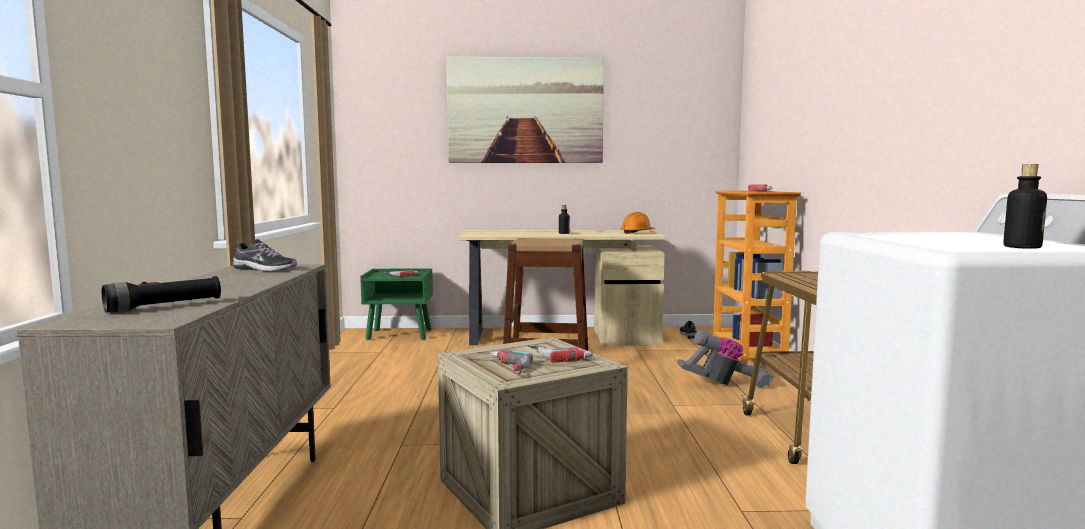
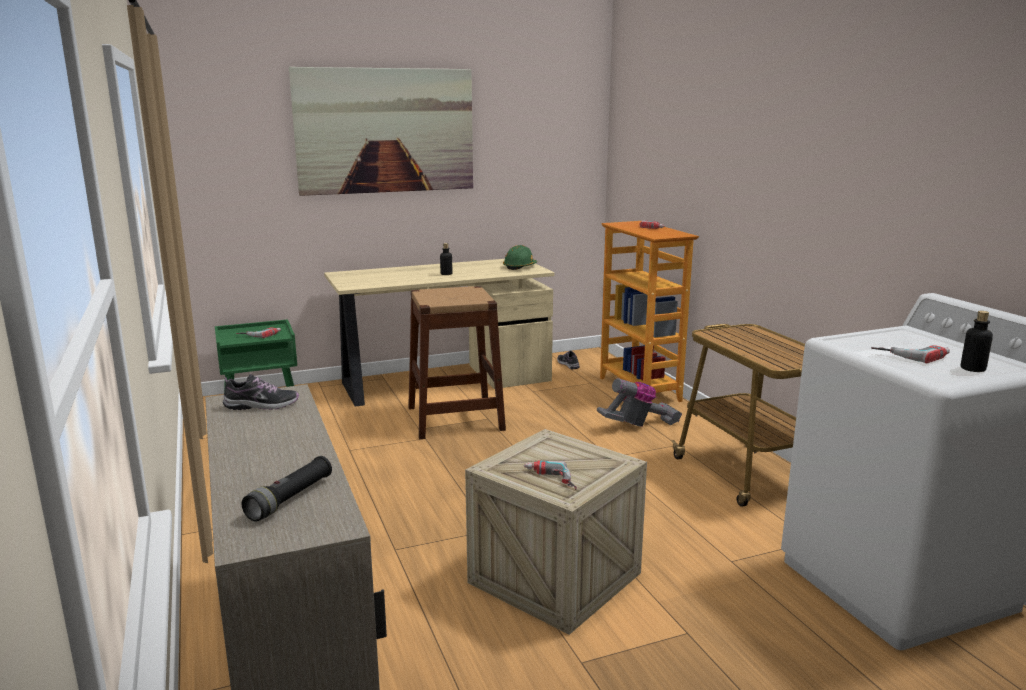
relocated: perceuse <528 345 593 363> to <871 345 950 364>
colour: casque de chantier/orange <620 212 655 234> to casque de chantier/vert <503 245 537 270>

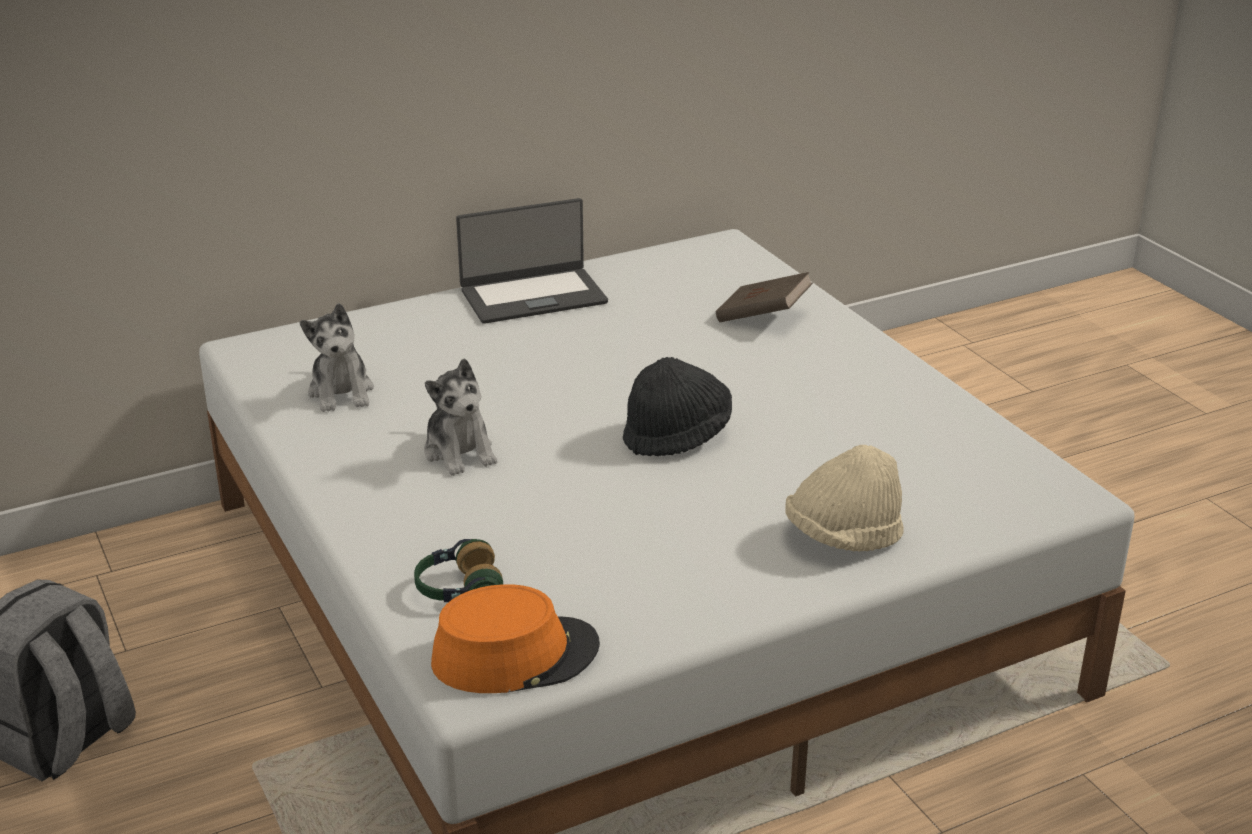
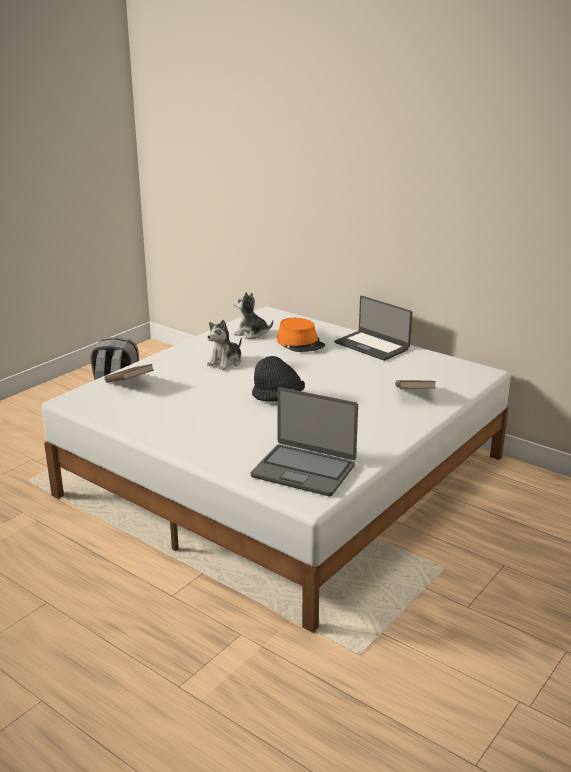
missing: chapeau/beige <785 445 904 552>
appeared: ordinateur portable <250 387 358 496>
relocated: chapeau/orange <431 584 600 693> to <277 318 325 352>
exchanged: casque audio <414 539 503 602> to livre/marron <105 364 154 383>
spun: peluche <300 303 374 412> = <233 292 273 339> 60 degrees clockwise

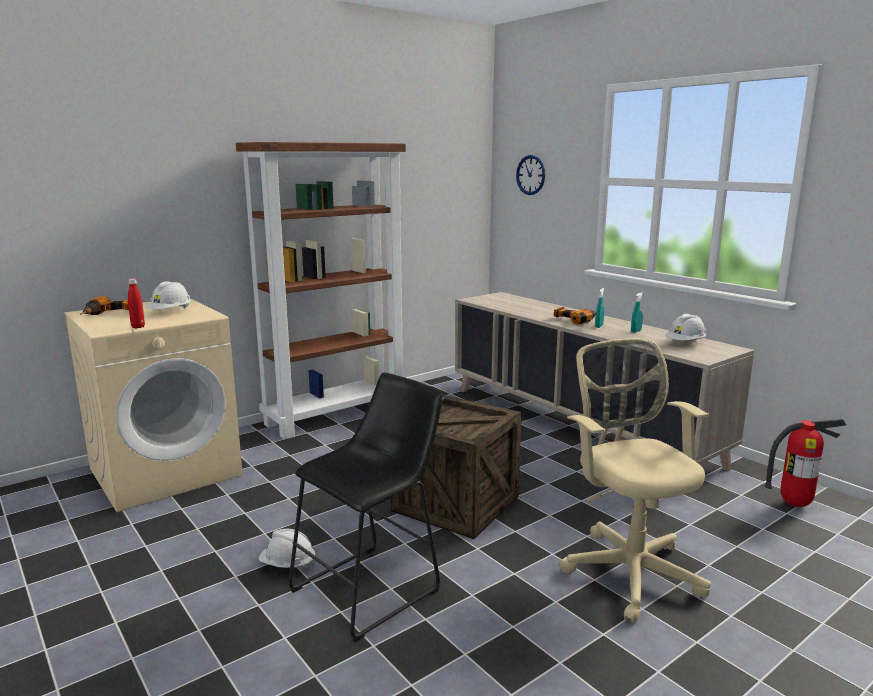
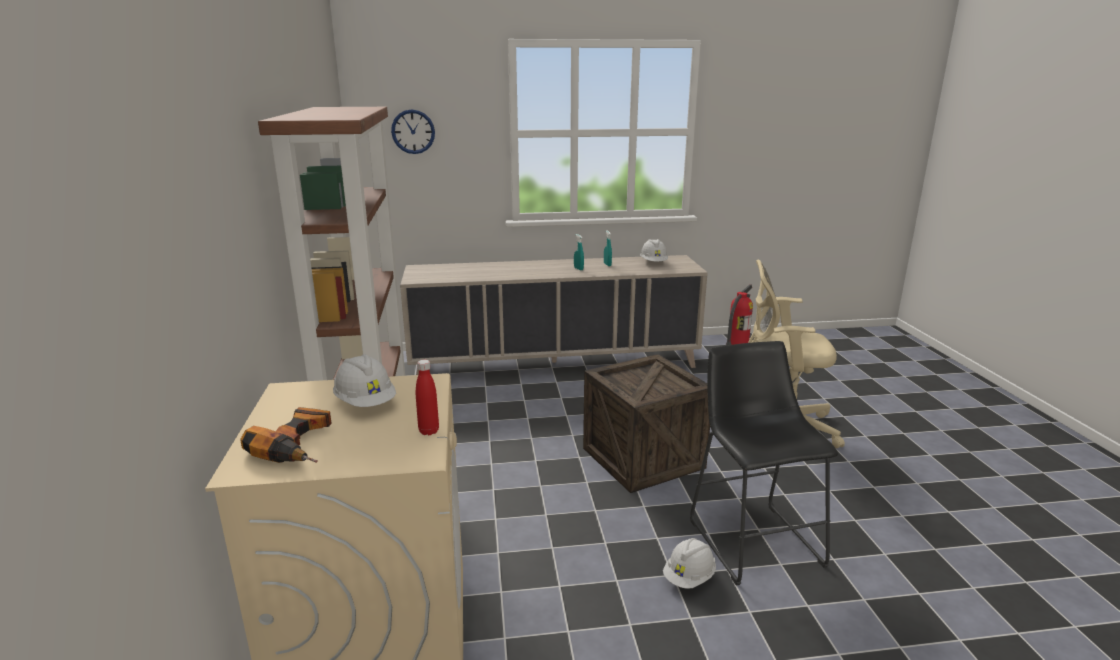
missing: perceuse <554 307 596 324>

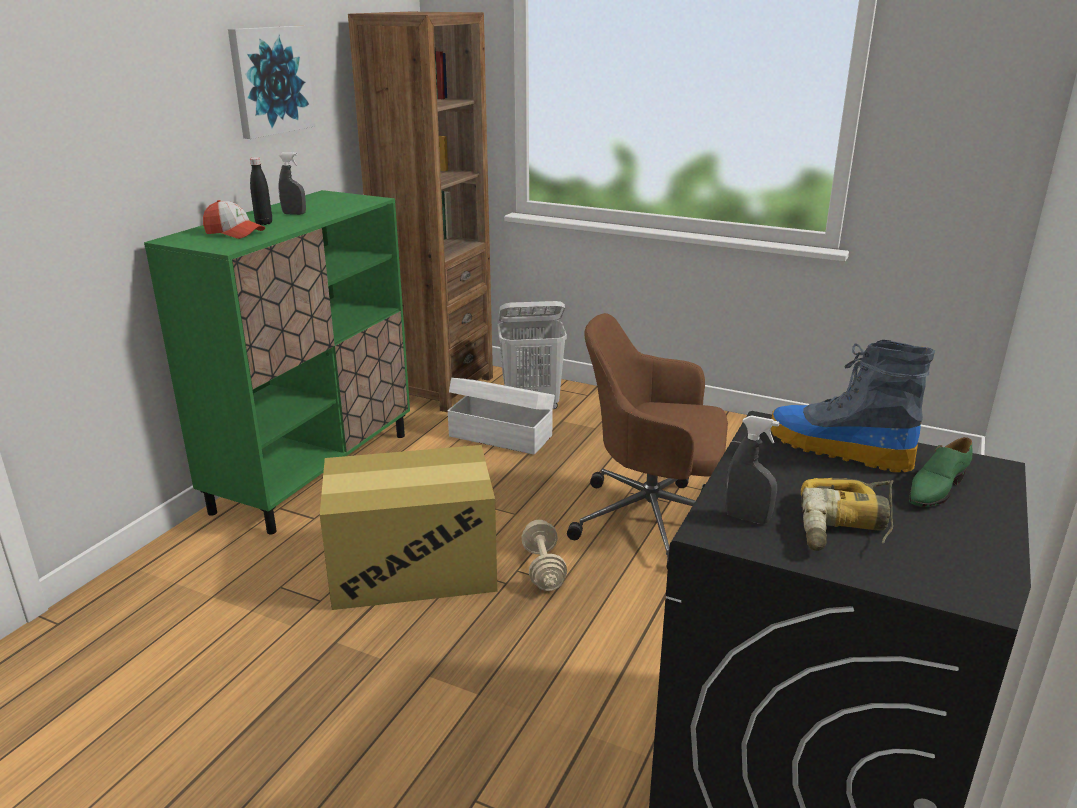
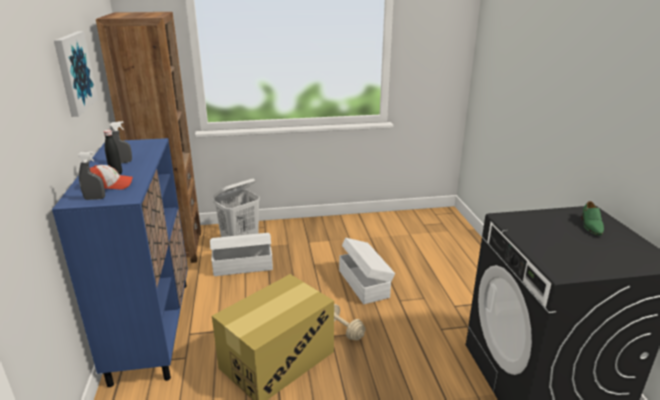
missing: botte <771 340 935 472>; perceuse <801 478 893 551>
relocated: vaporisateur/gris <725 415 780 524> to <77 151 105 200>
exchanged: chaise de bureau/marron <567 313 728 570> to boîte de rangement/blanc <339 238 395 304>
colour: meuble de rangement/vert <144 190 410 534> to meuble de rangement/bleu <52 138 188 387>

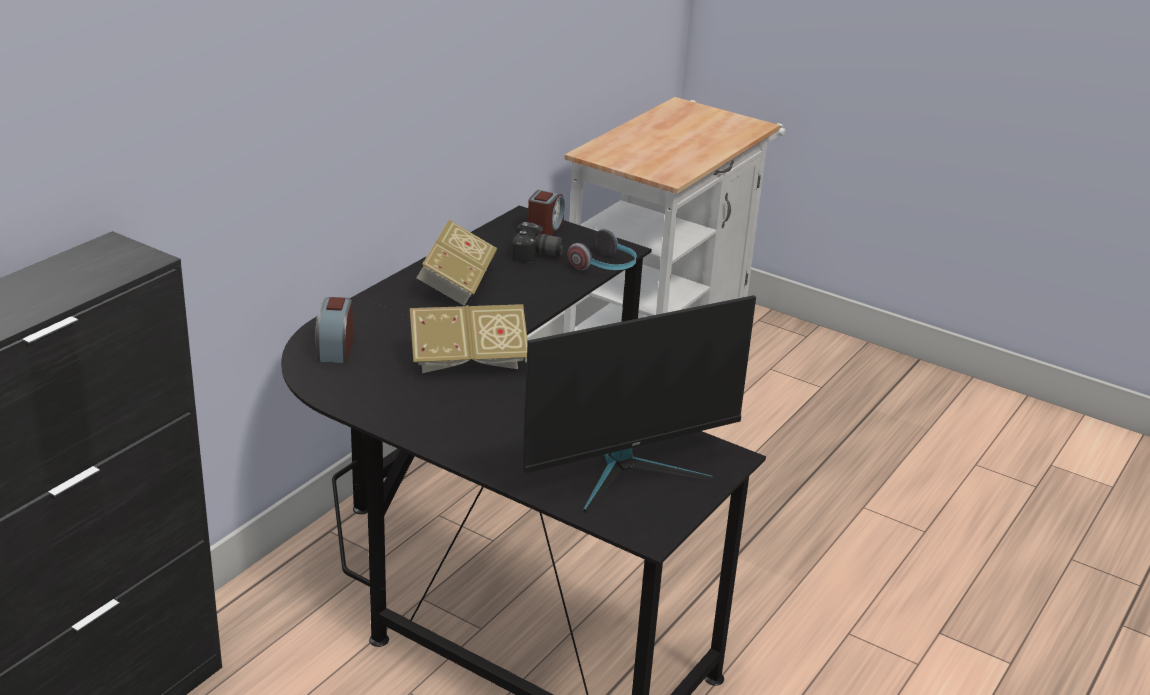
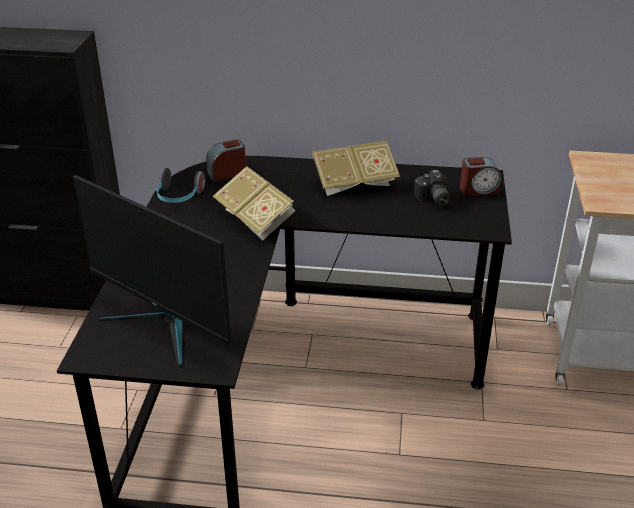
relocated: casque audio <568 229 637 270> to <157 168 205 203>

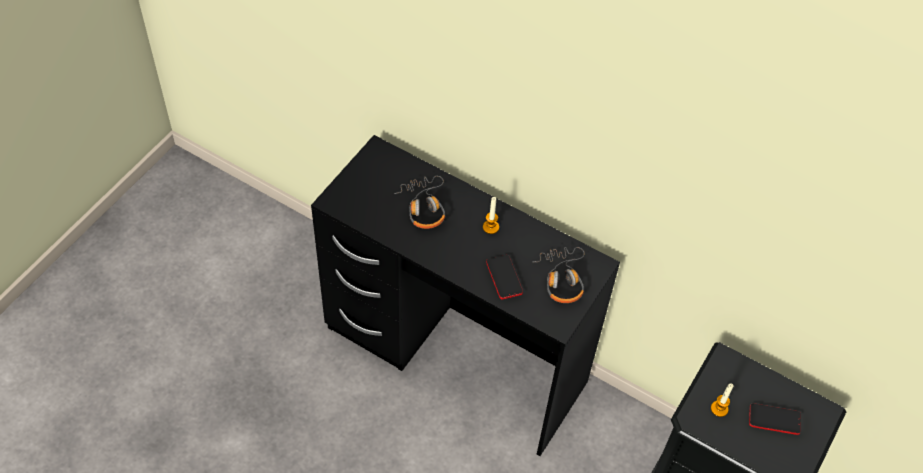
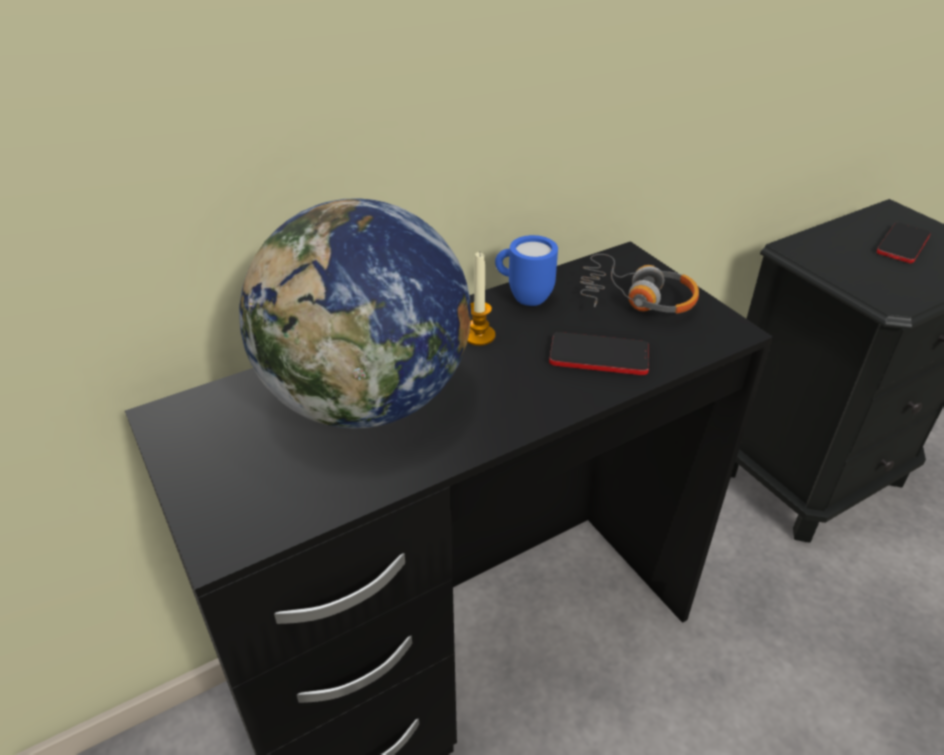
missing: bougie <711 383 734 417>
appeared: mug/bleu <495 235 558 306>
exchanged: casque audio <394 176 445 229> to globe <239 198 471 429>

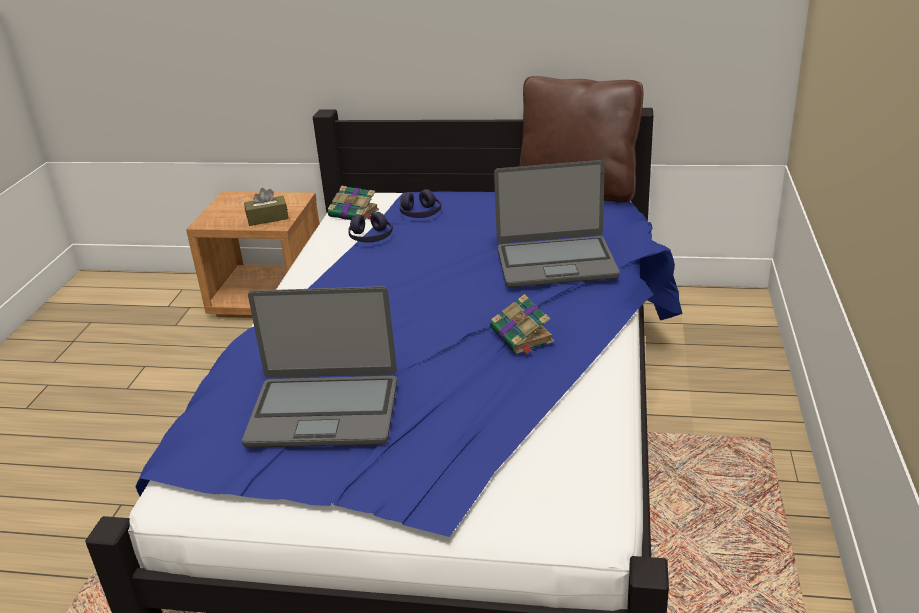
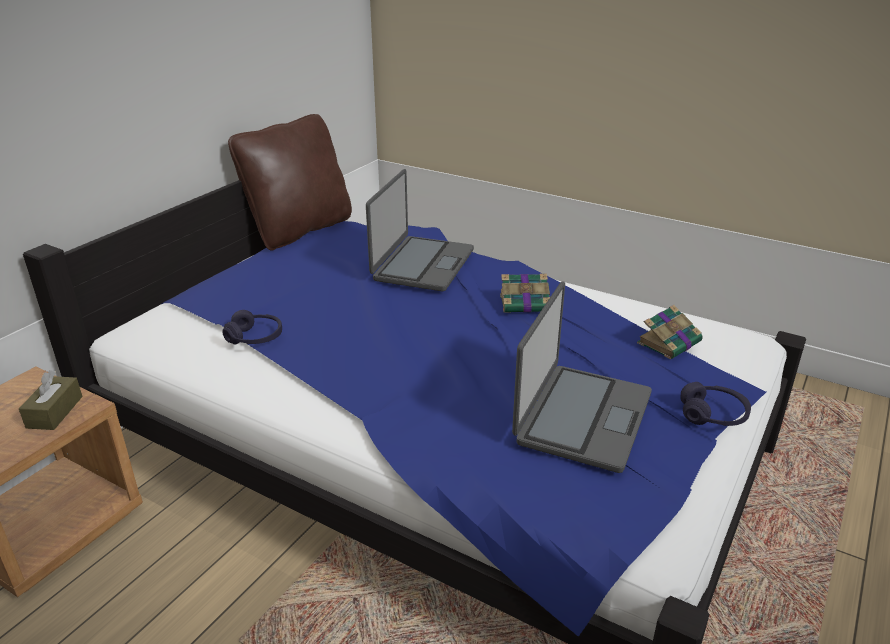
relocated: livre <328 186 379 220> to <637 305 703 359>; casque audio/violet <399 189 442 218> to <680 382 751 426>

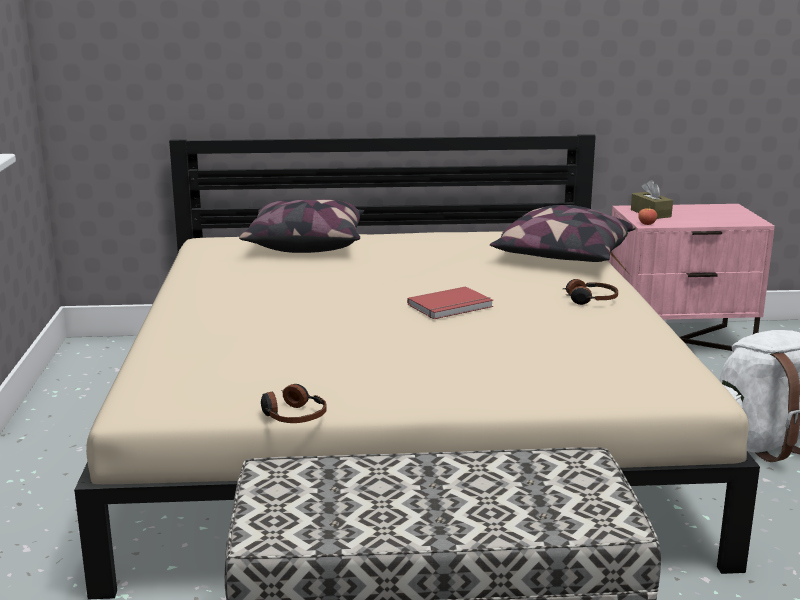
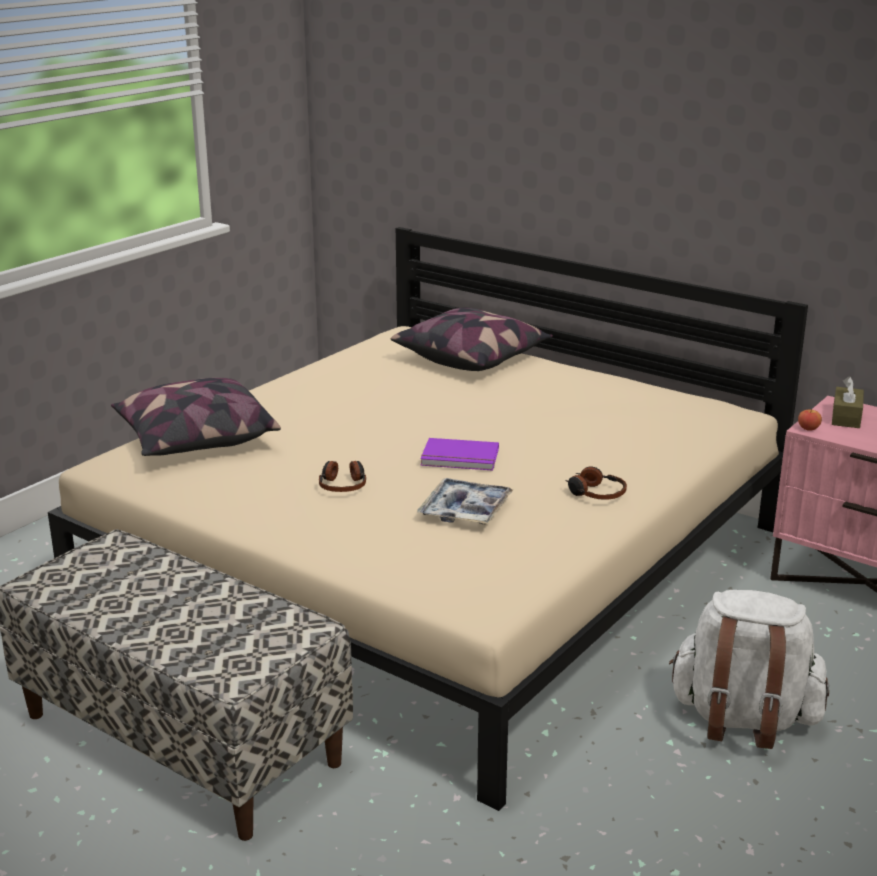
appeared: plateau <417 478 513 524>
relocated: coussin <490 205 636 262> to <111 378 281 456>; casque audio <261 384 327 423> to <319 461 366 492>
colour: livre/rouge <407 286 493 319> to livre/violet <420 438 499 471>

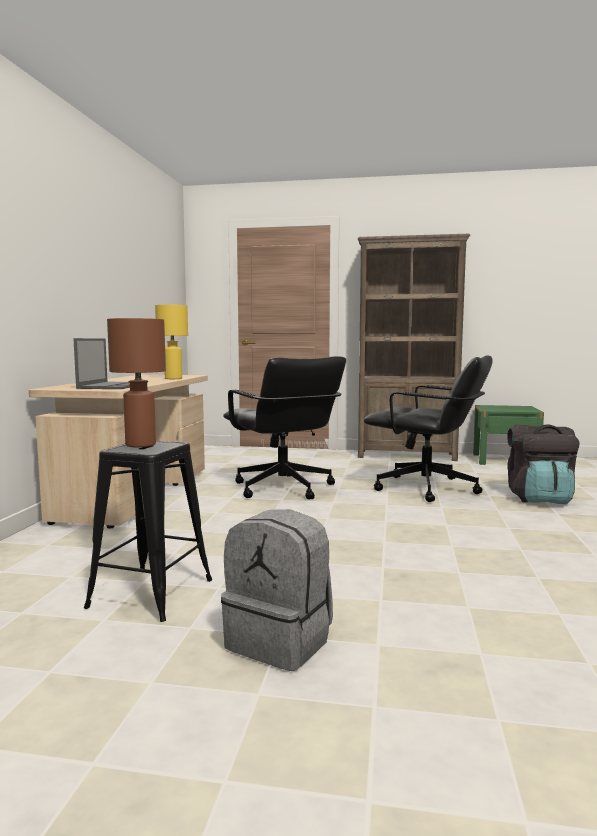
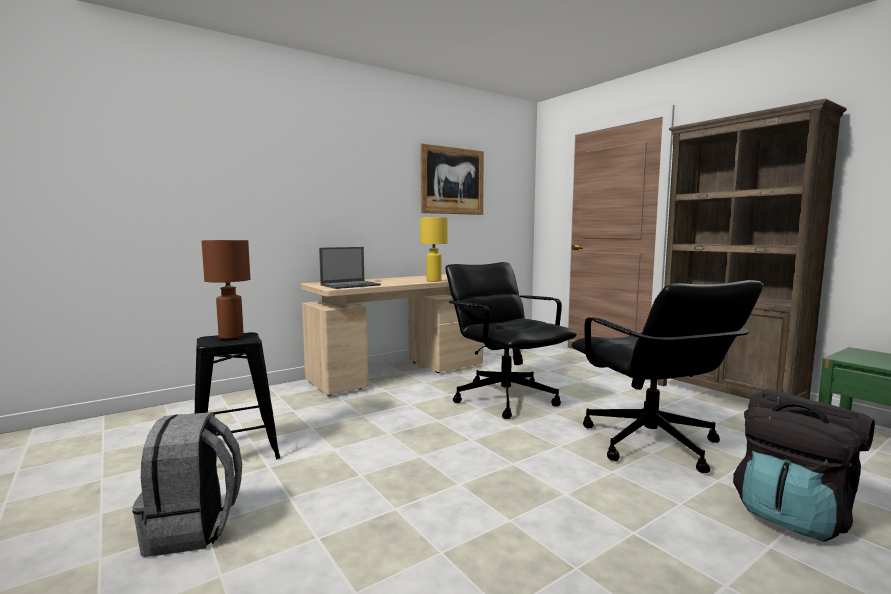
appeared: tableau <420 144 484 215>
spun: chaise de bureau/noir <223 356 346 500> = <446 262 577 419> 135 degrees clockwise

